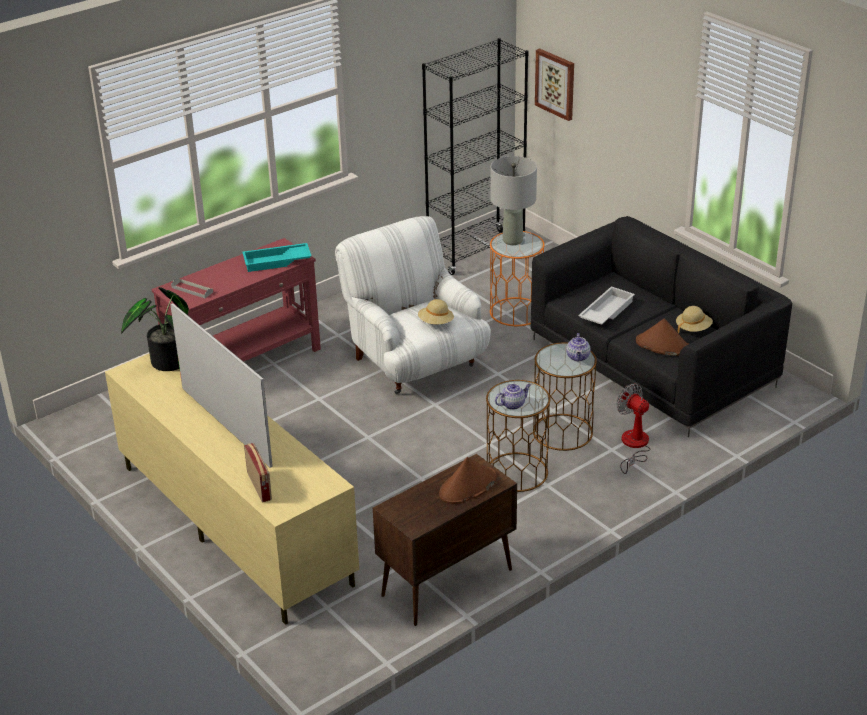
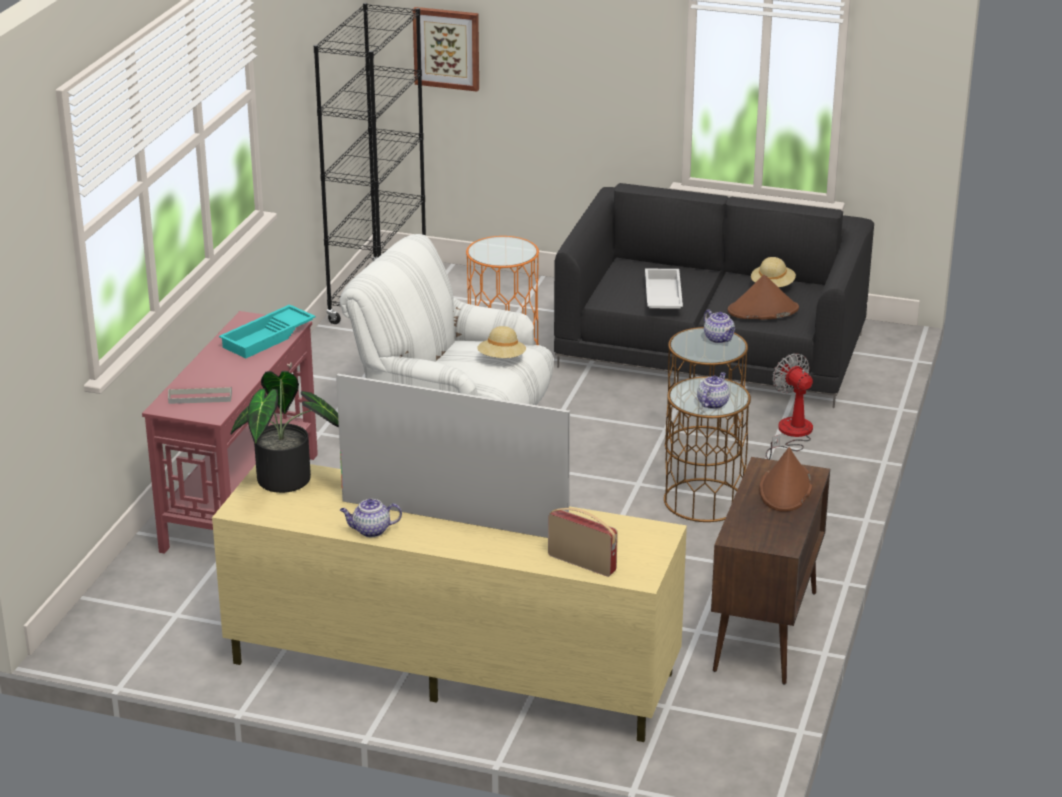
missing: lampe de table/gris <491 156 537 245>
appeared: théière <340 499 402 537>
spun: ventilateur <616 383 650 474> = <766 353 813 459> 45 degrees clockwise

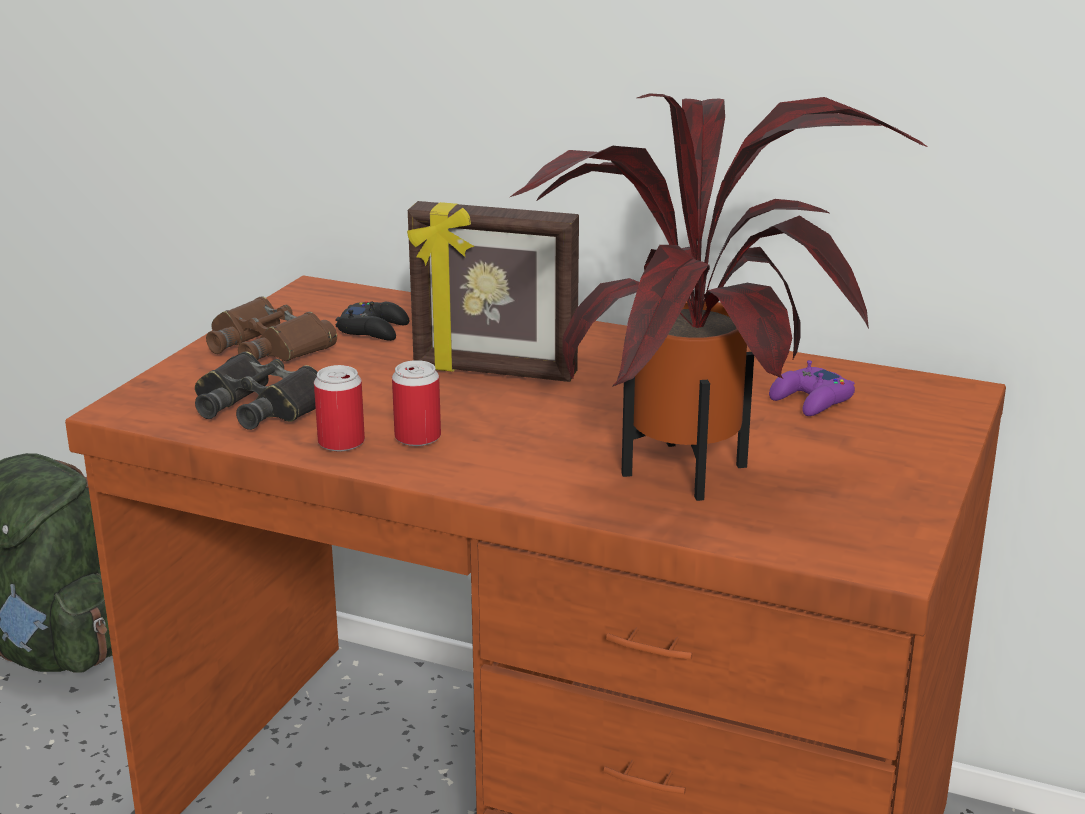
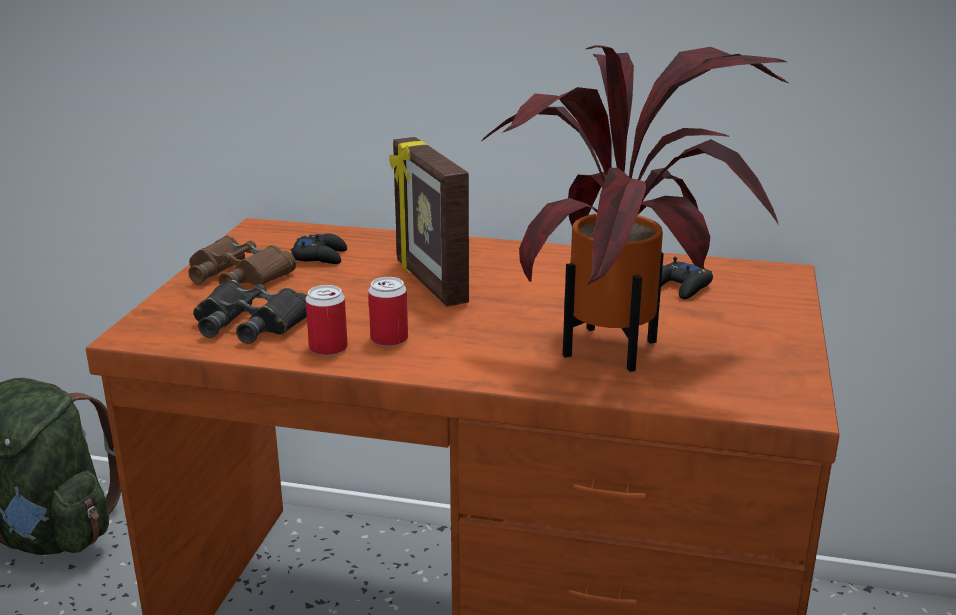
colour: manette/violet <769 360 855 416> to manette/noir <661 257 713 299>
spun: cadre photo <407 201 579 382> = <389 137 469 307> 60 degrees clockwise

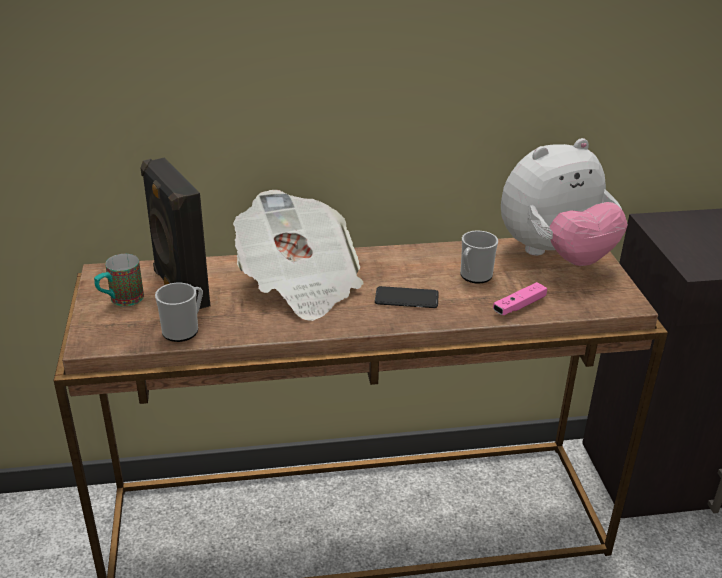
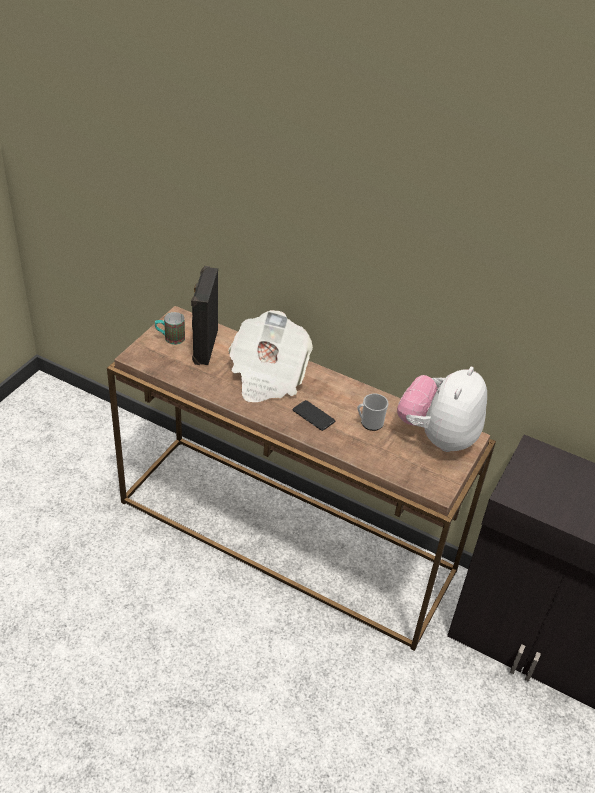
missing: manette/rose <493 282 547 315>; mug <155 283 203 342>
spun: peluche <501 138 628 266> = <397 367 487 452> 105 degrees clockwise

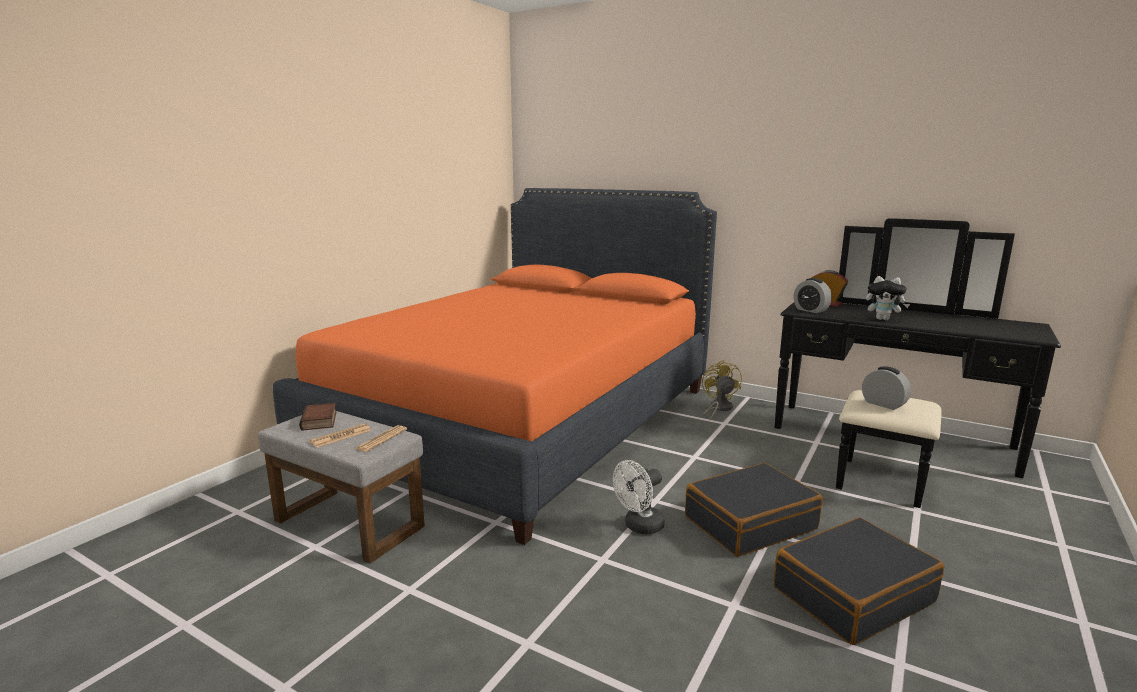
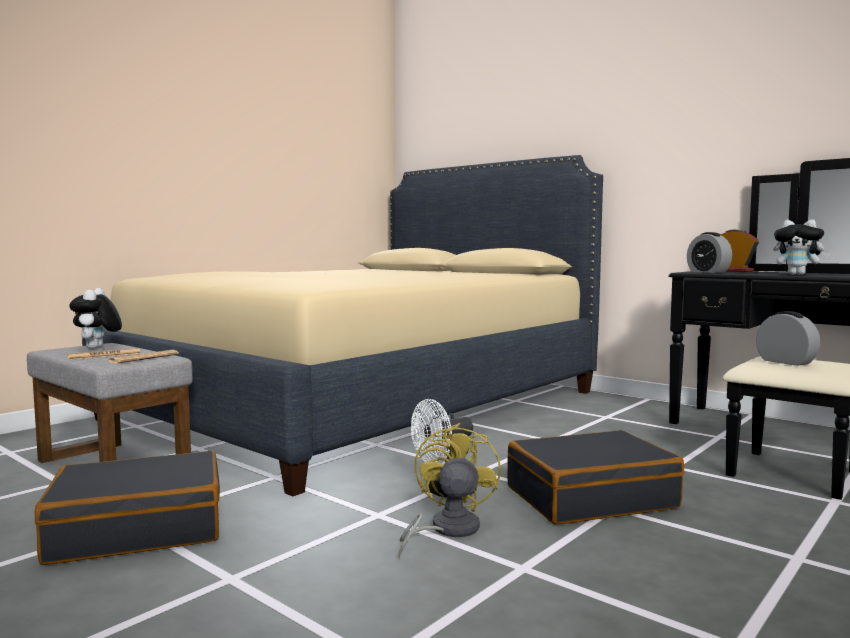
relocated: ventilateur/jaune <702 360 742 421> to <398 423 501 559>; valise/noir <774 517 944 645> to <35 451 220 565>
exchanged: livre <299 403 337 431> to peluche <69 288 122 349>
colour: lit/orange <273 188 717 545> to lit/beige <82 155 603 496>

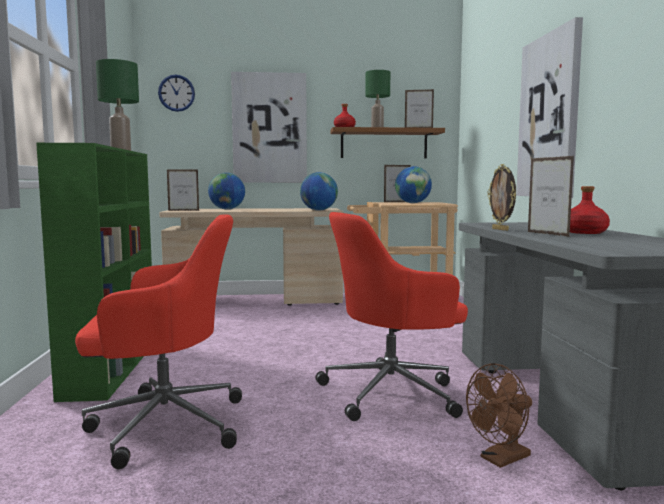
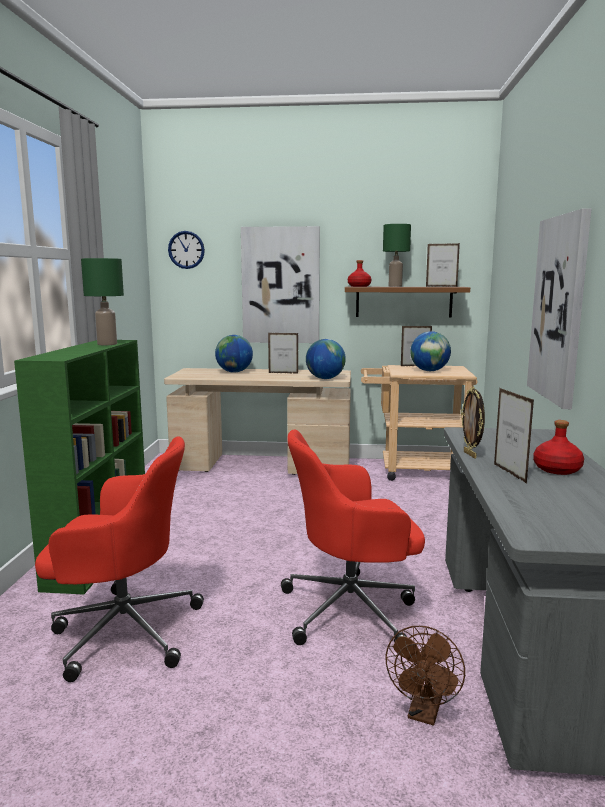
relocated: cadre photo <167 169 199 211> to <268 333 298 373>
spun: ventilateur/marron <466 364 532 468> = <385 626 465 726> 45 degrees counterclockwise

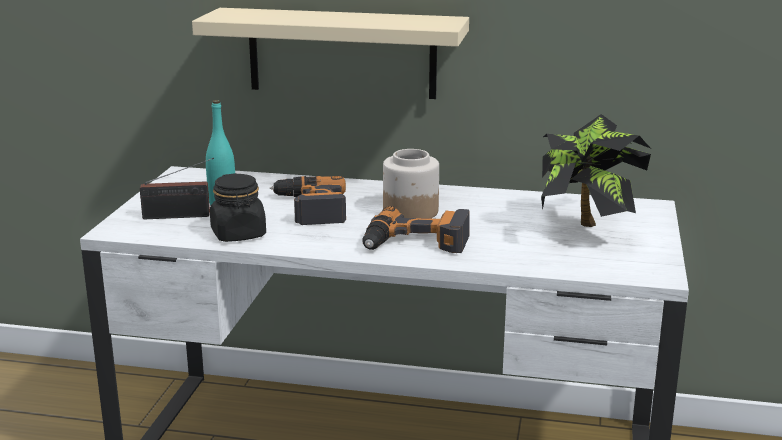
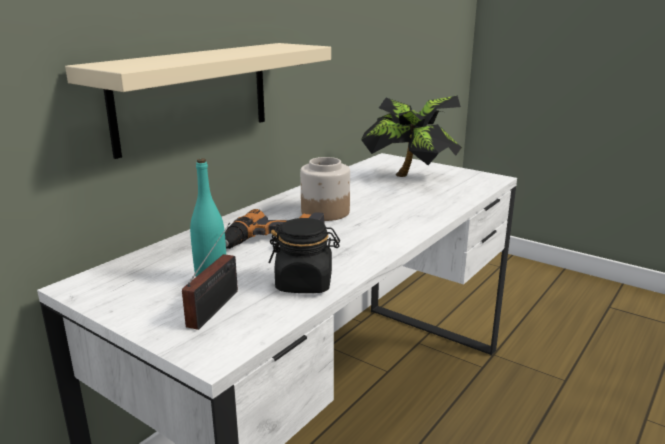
missing: perceuse <362 206 470 253>

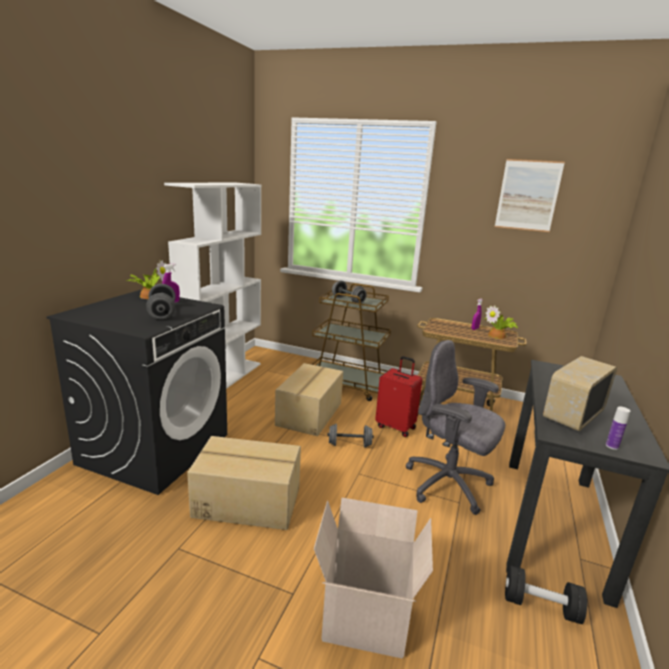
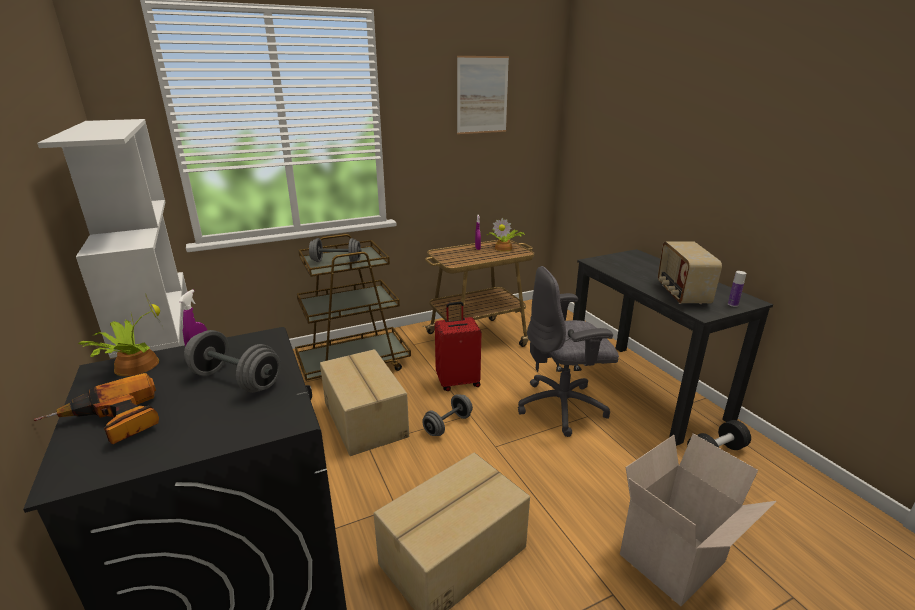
appeared: perceuse <34 373 159 444>

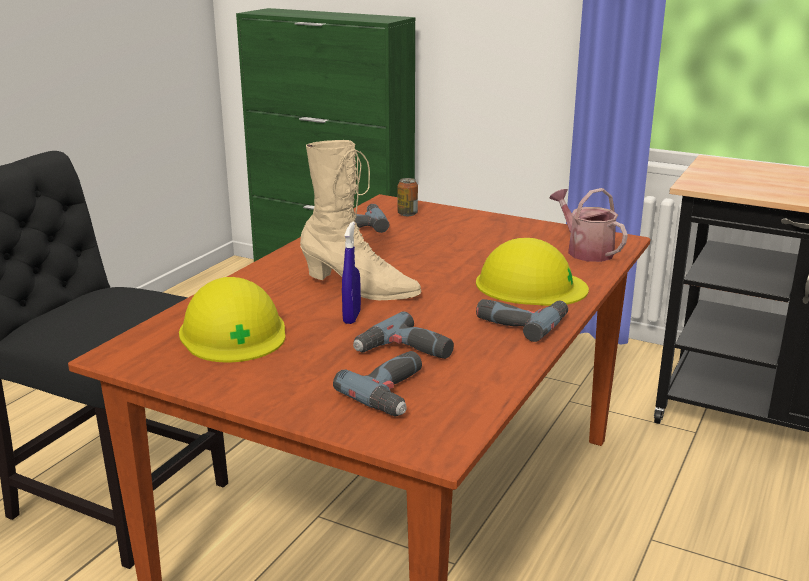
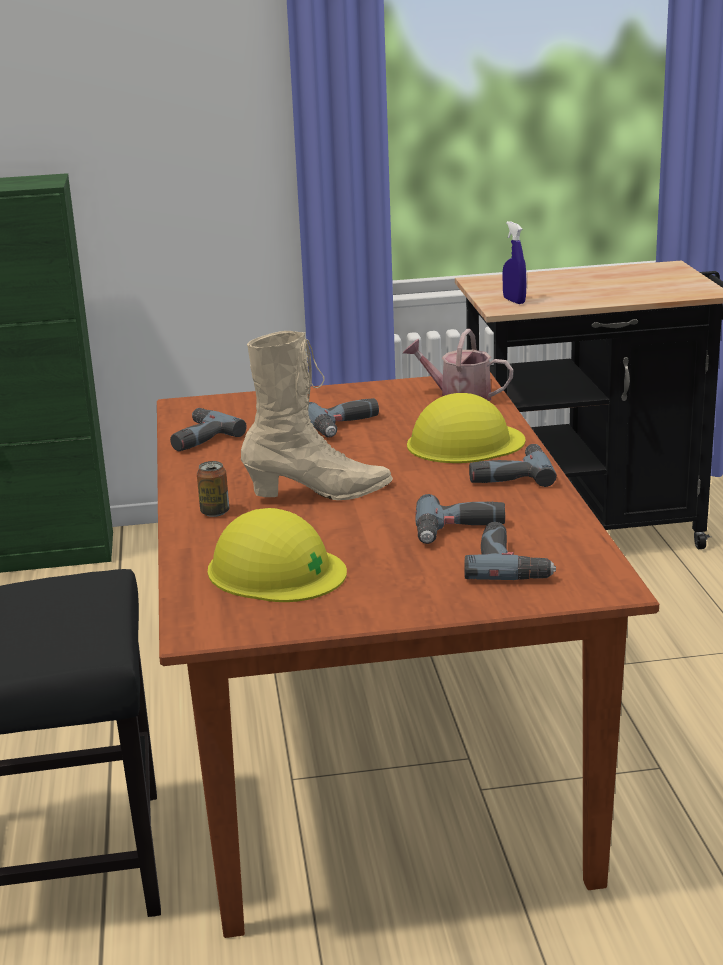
appeared: perceuse <308 398 379 438>
relocated: boîte métallique <398 178 418 216> to <197 461 229 517>; vaporisateur/bleu <342 222 361 324> to <503 221 527 304>

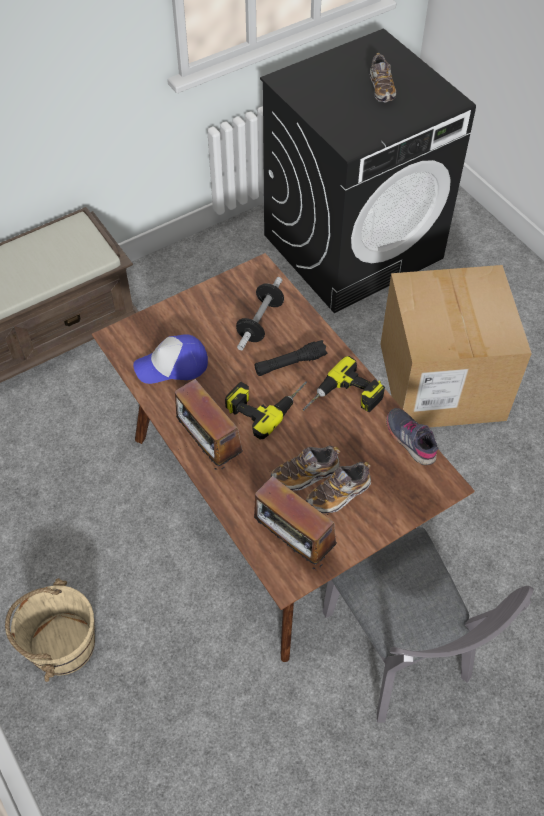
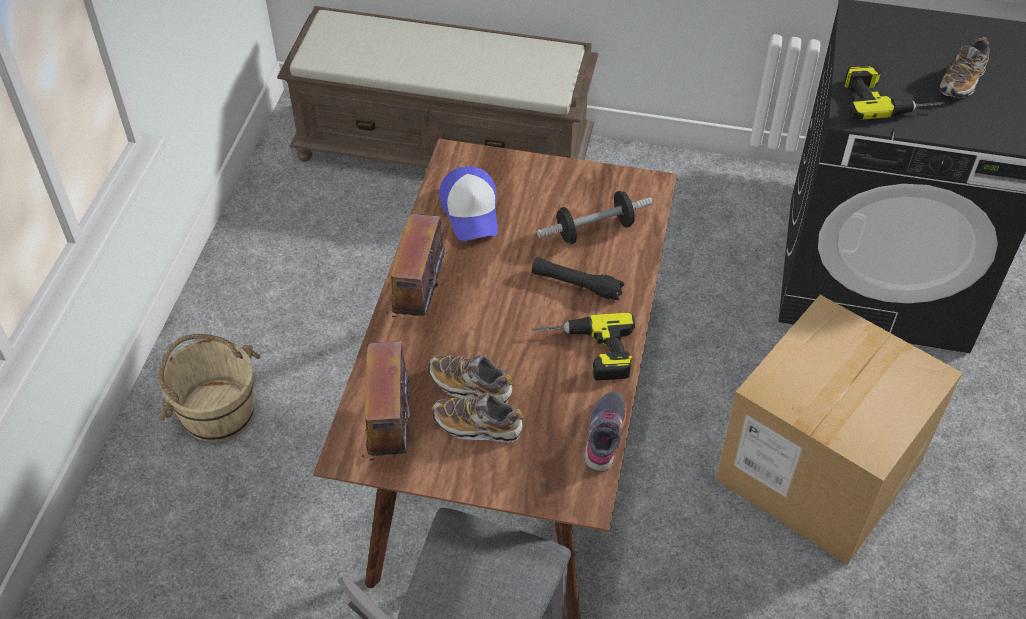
relocated: perceuse <225 382 307 440> to <845 64 944 120>
spun: casquette <133 334 208 384> = <439 166 498 241> 135 degrees counterclockwise

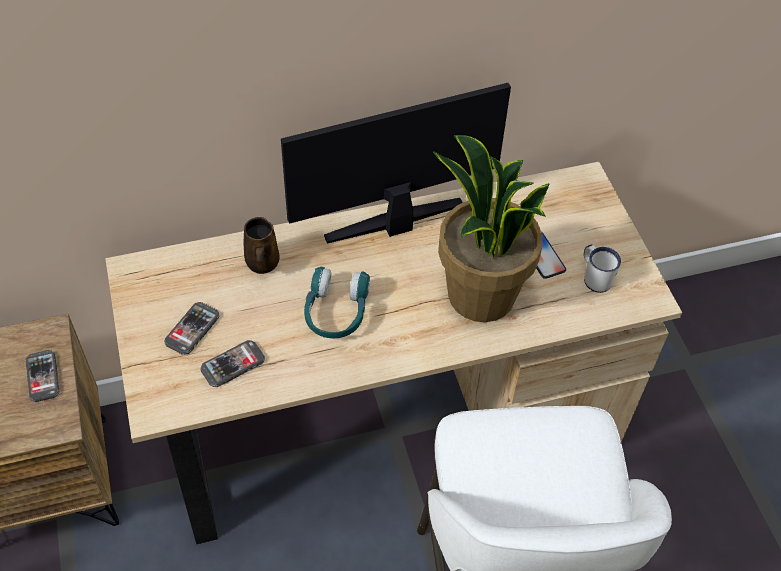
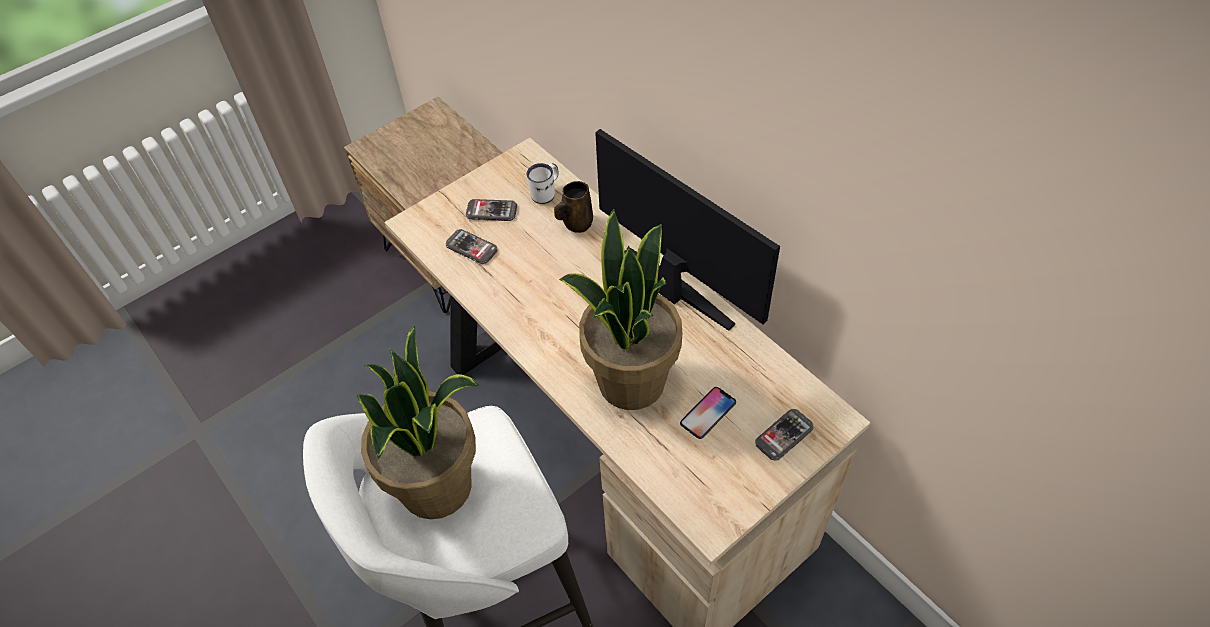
missing: casque audio/turquoise <304 267 370 339>
appeared: plante en pot <356 325 479 519>
relocated: mug/blanc <584 245 621 293> to <527 163 559 204>; téléphone <26 350 60 402> to <755 409 814 461>

